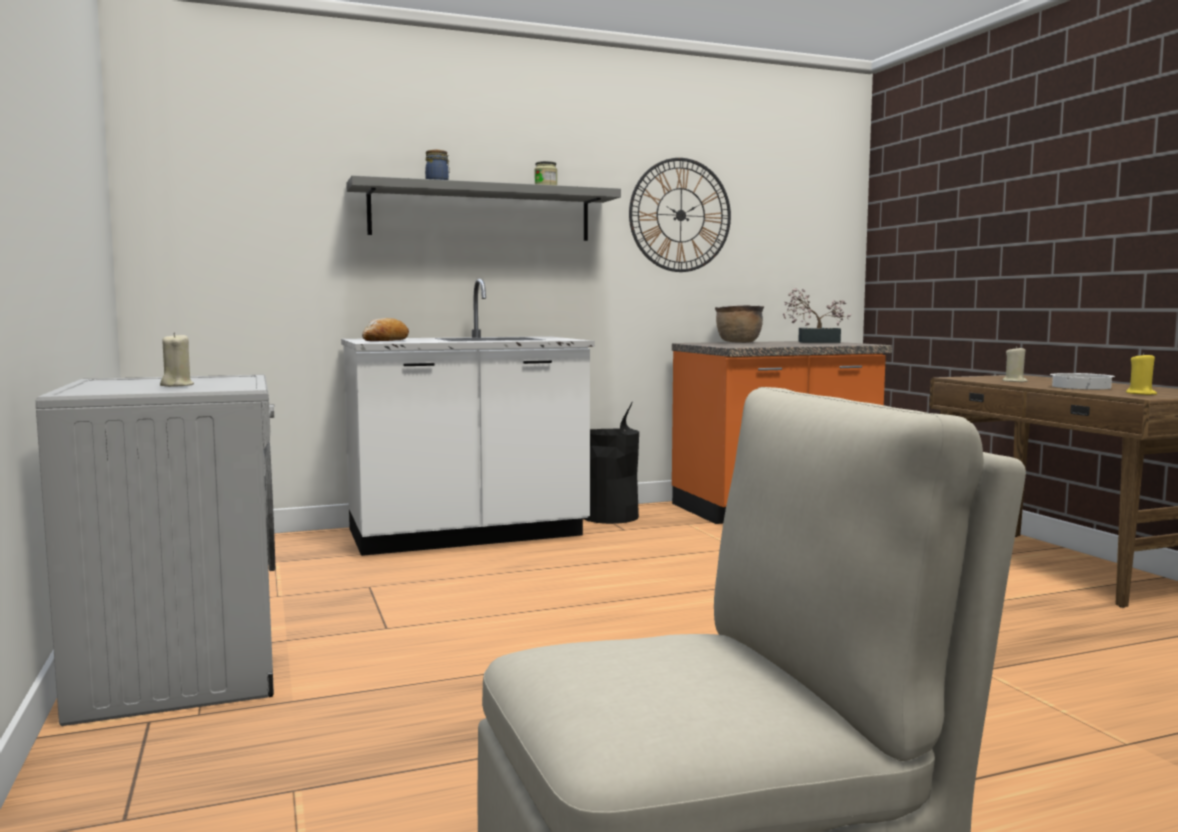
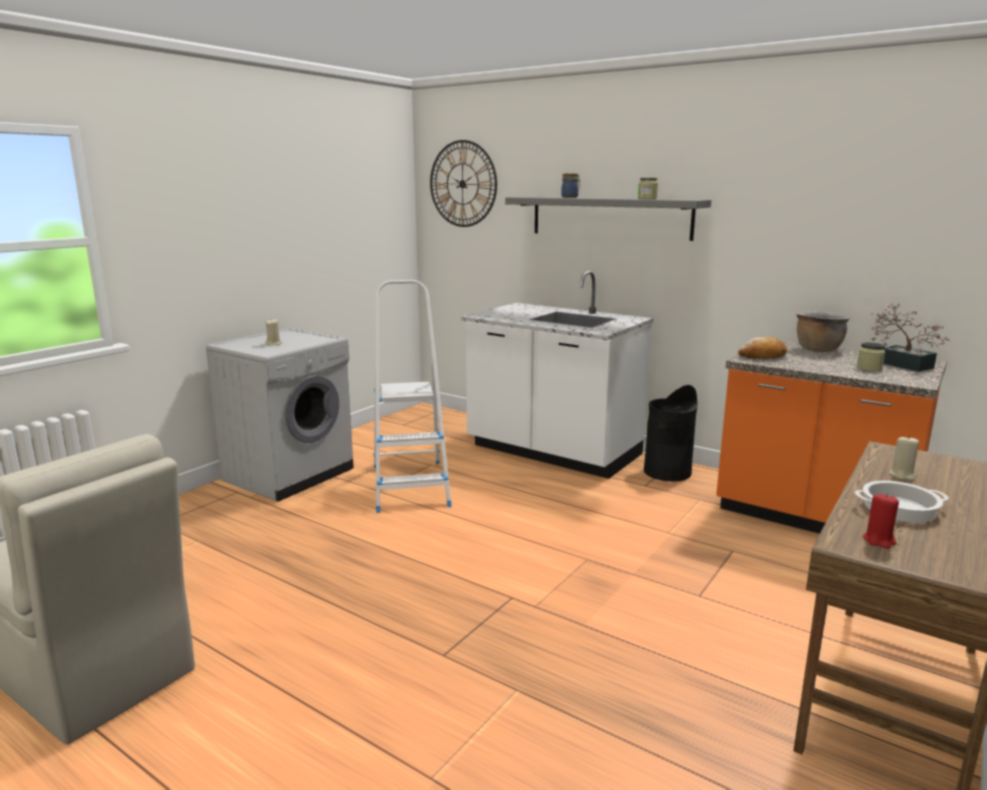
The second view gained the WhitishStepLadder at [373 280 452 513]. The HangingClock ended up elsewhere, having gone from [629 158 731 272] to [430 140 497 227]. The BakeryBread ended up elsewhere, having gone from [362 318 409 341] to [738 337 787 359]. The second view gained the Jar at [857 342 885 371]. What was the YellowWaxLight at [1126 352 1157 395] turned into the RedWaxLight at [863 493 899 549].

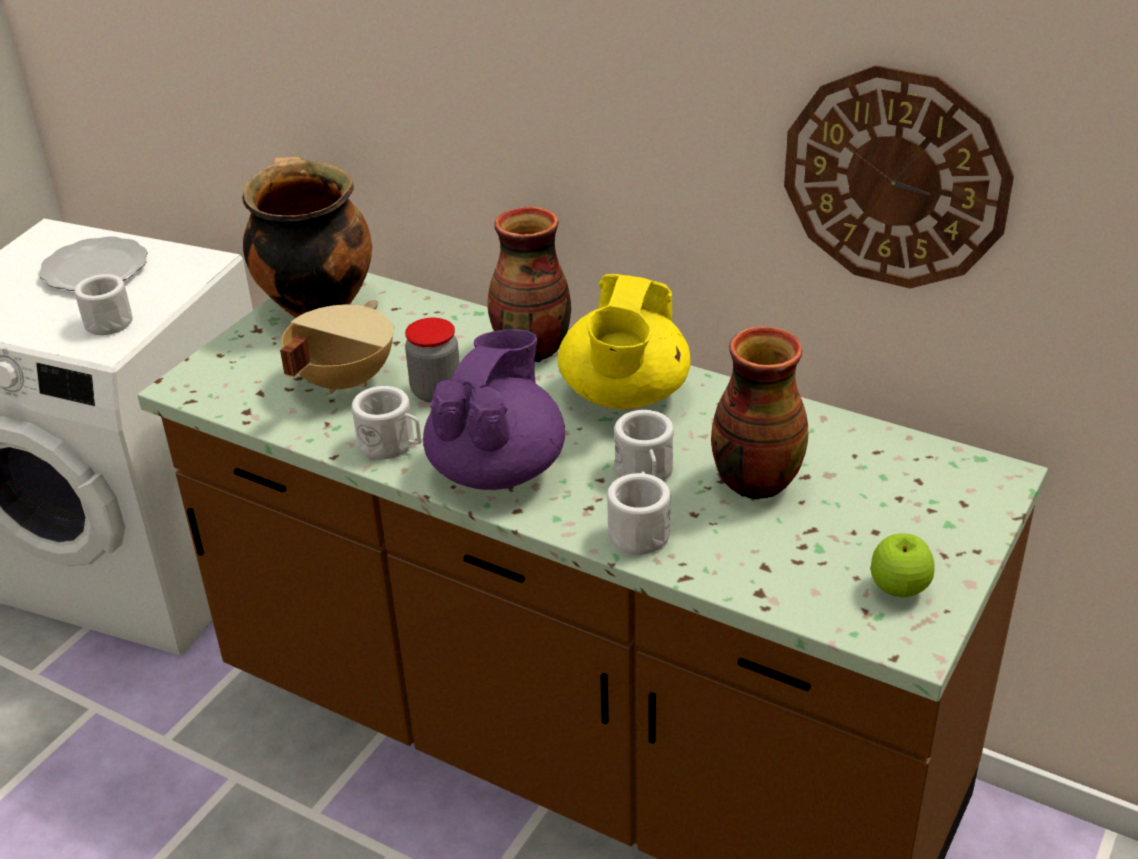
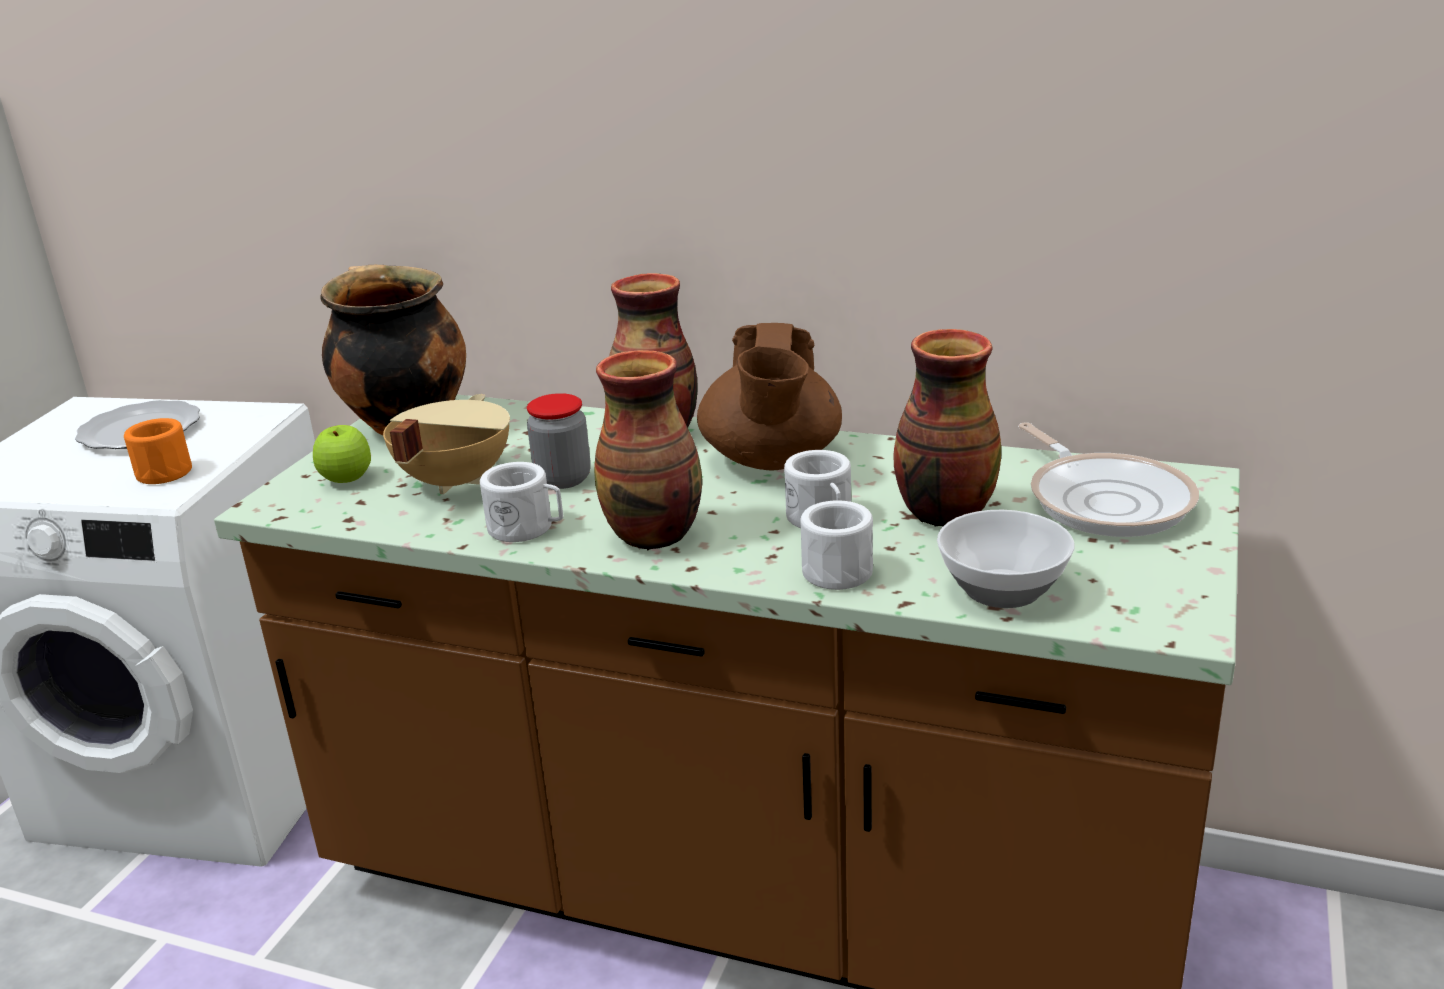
What was the WhitishMug at [75 274 133 335] turned into the OrangeColouredMug at [124 418 192 484]. The WholeApple ended up elsewhere, having gone from [871 533 935 597] to [313 425 371 483]. Where the PurplishPotForTea stood at [423 329 565 490], the FlowerVase came to stand at [594 350 703 551]. What was the YellowPotForTea at [558 274 690 409] turned into the BrownColouredPotForTea at [697 323 842 470]. The second view gained the Bowl at [937 510 1074 608]. The second view gained the Pan at [1018 422 1199 537]. The second view lost the HangingClock at [784 65 1014 288].

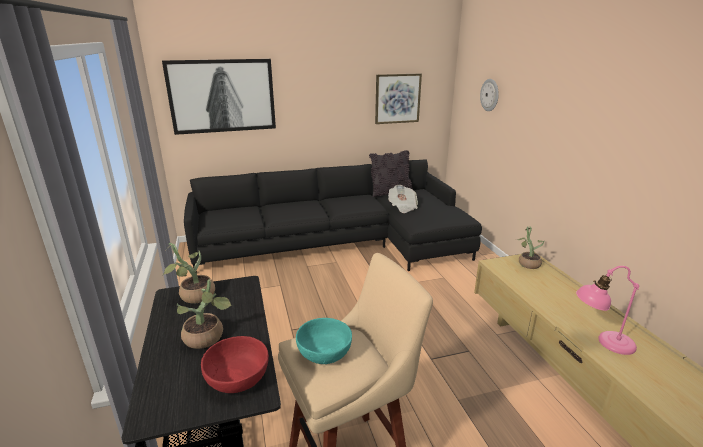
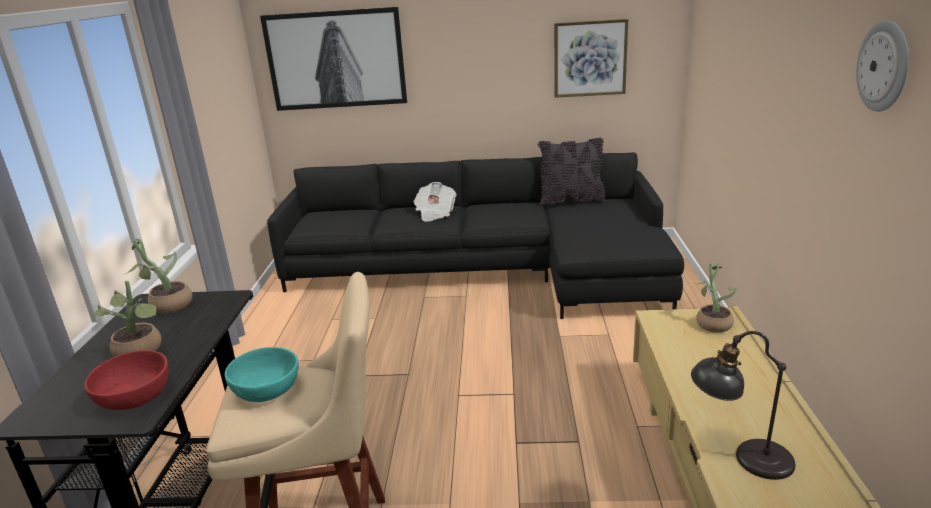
The Newspaper ended up elsewhere, having gone from [388 185 418 213] to [414 182 456 222]. What was the PinkishTableLamp at [576 266 639 355] turned into the GrayTableLamp at [691 331 795 480]. The HangingClock ended up elsewhere, having gone from [480 79 499 111] to [856 21 909 112].

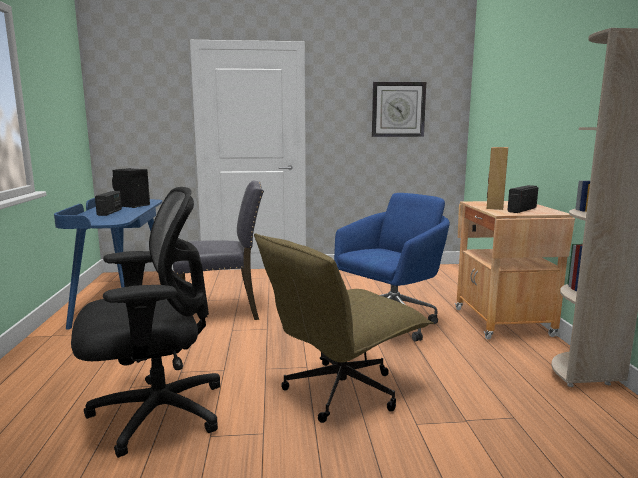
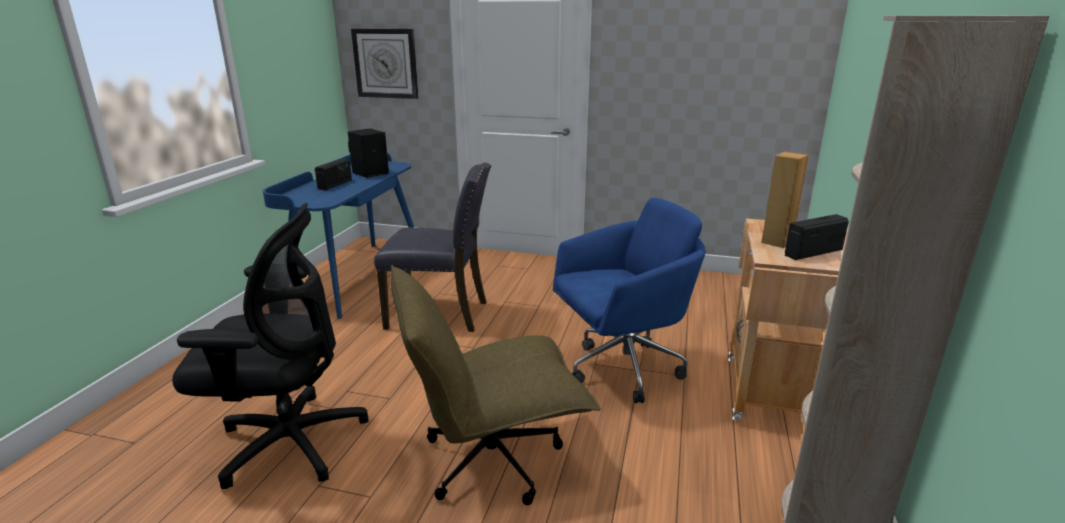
The HangingClock ended up elsewhere, having gone from [372 82 426 137] to [351 28 418 99].

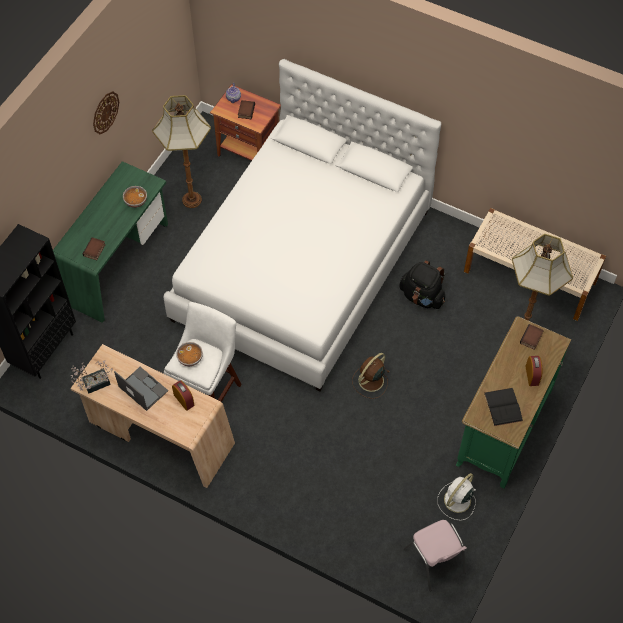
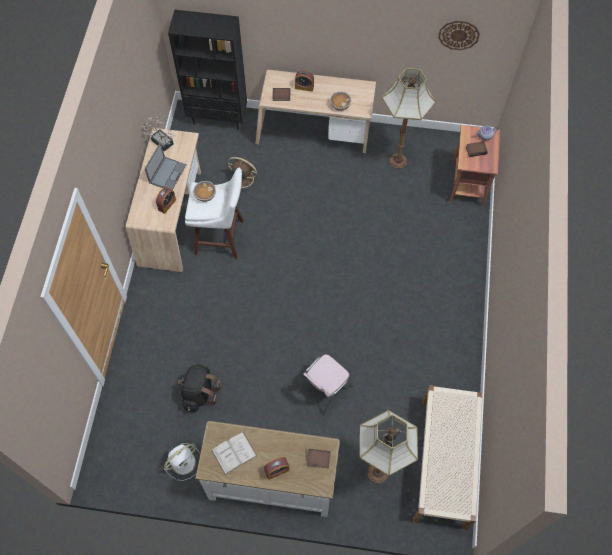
The WhitishElectricFan at [437 473 476 520] ended up facing another way, 120 degrees clockwise from before. The BlackishKnapsack ended up elsewhere, having gone from [399 260 445 309] to [178 364 222 412]. What was the GreenishDrawerChest at [456 316 572 488] turned into the WhitishDrawerChest at [195 421 340 517]. What was the BlackishBook at [484 388 523 426] turned into the WhitishBook at [211 432 257 475]. The BrownColouredElectricFan ended up elsewhere, having gone from [352 353 389 399] to [227 157 259 191]. What was the GreenishDeskUnit at [53 161 168 323] turned into the BeigeDeskUnit at [256 70 376 153]. The second view gained the BedsideClock at [295 70 314 92]. The PinkishUprightChair ended up elsewhere, having gone from [404 520 467 591] to [298 355 354 416]. The HangingClock ended up elsewhere, having gone from [93 91 119 134] to [438 21 480 50]. The second view lost the WhitishBed at [163 59 441 392].

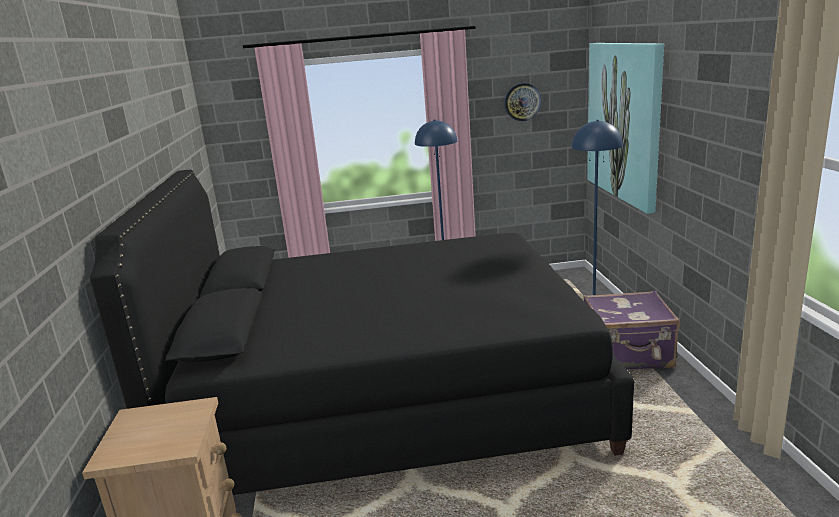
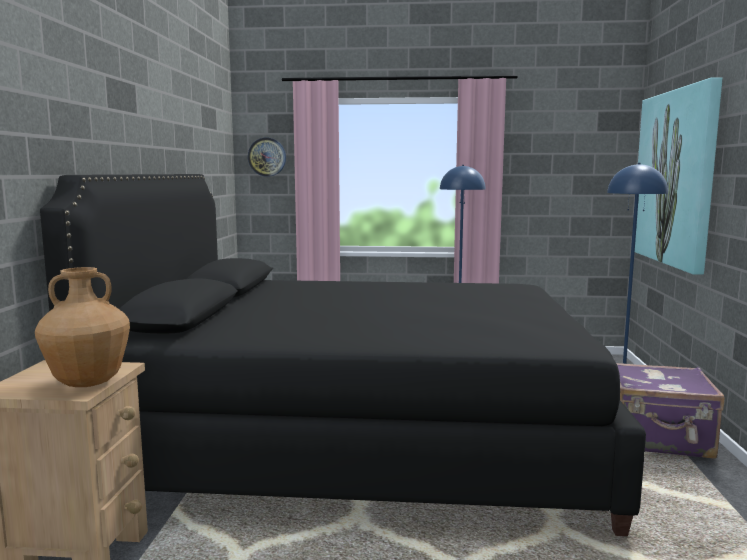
The second view gained the BrownColouredFlowerVase at [35 267 130 387]. The HangingClock ended up elsewhere, having gone from [505 83 541 121] to [248 138 286 177].

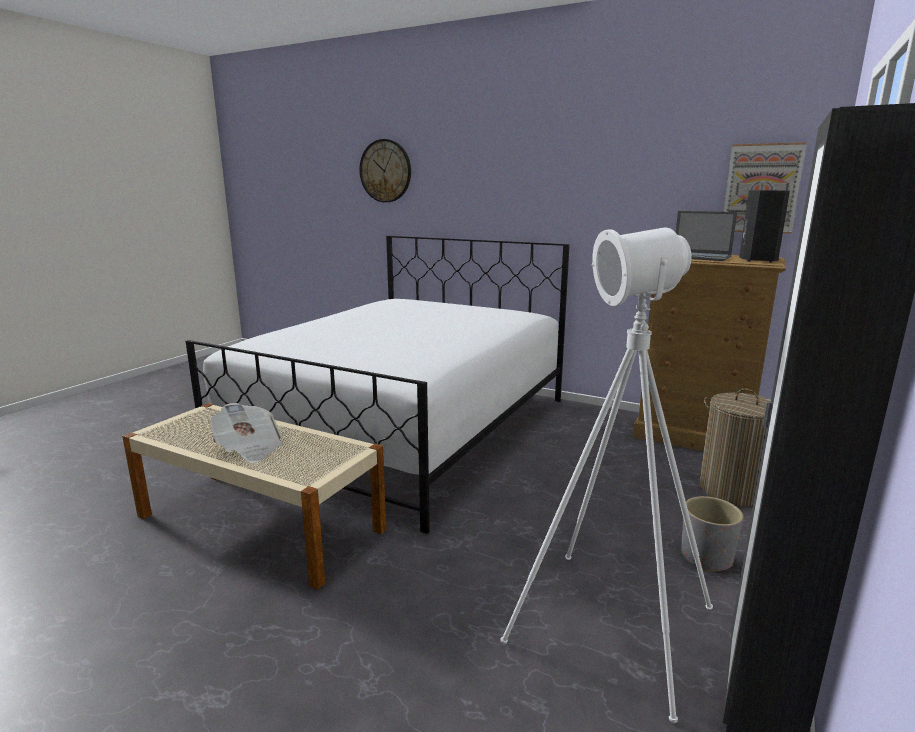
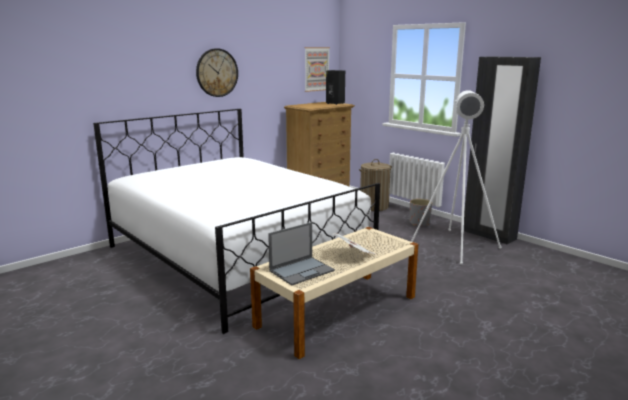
The HangingClock ended up elsewhere, having gone from [359 139 411 202] to [196 48 238 97]. The PortableComputer ended up elsewhere, having gone from [676 211 737 261] to [268 222 335 285].

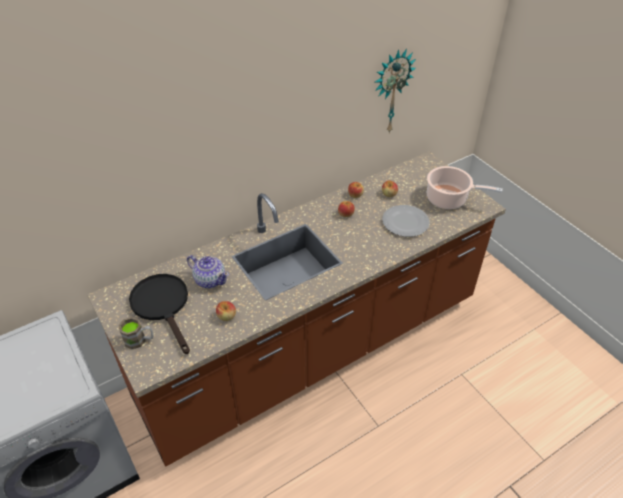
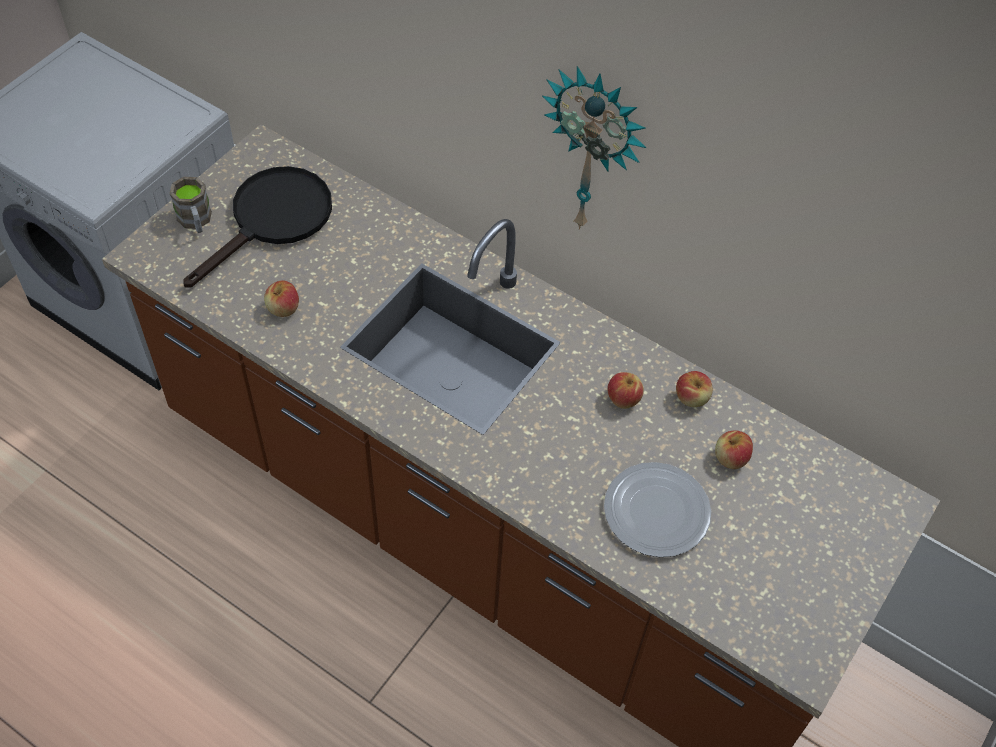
The HangingClock ended up elsewhere, having gone from [375 49 416 133] to [542 66 647 230]. The second view lost the PotForTea at [187 255 229 288]. The second view lost the Saucepot at [427 166 503 209].

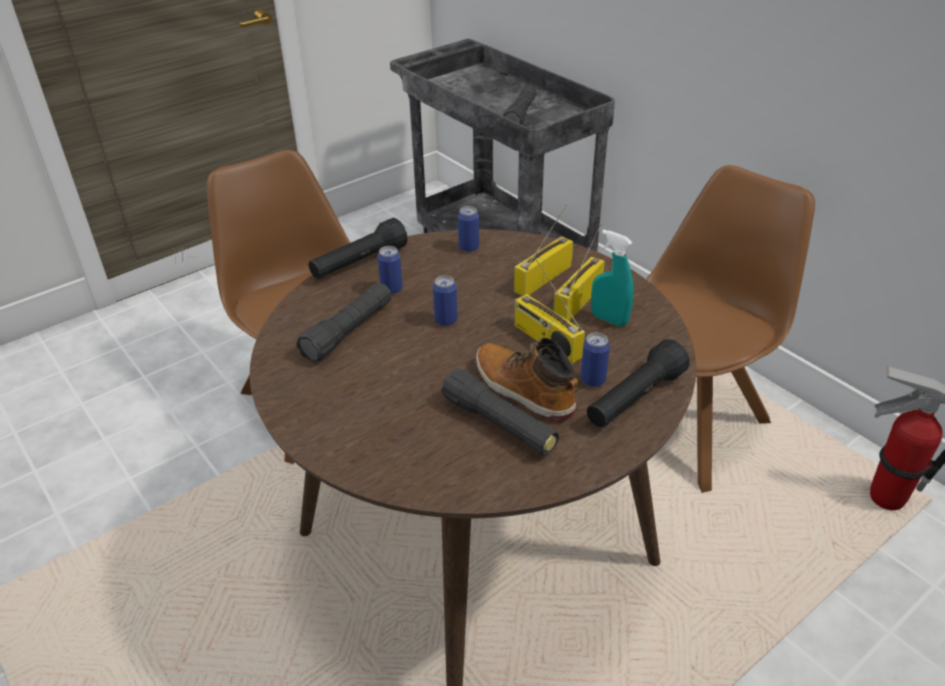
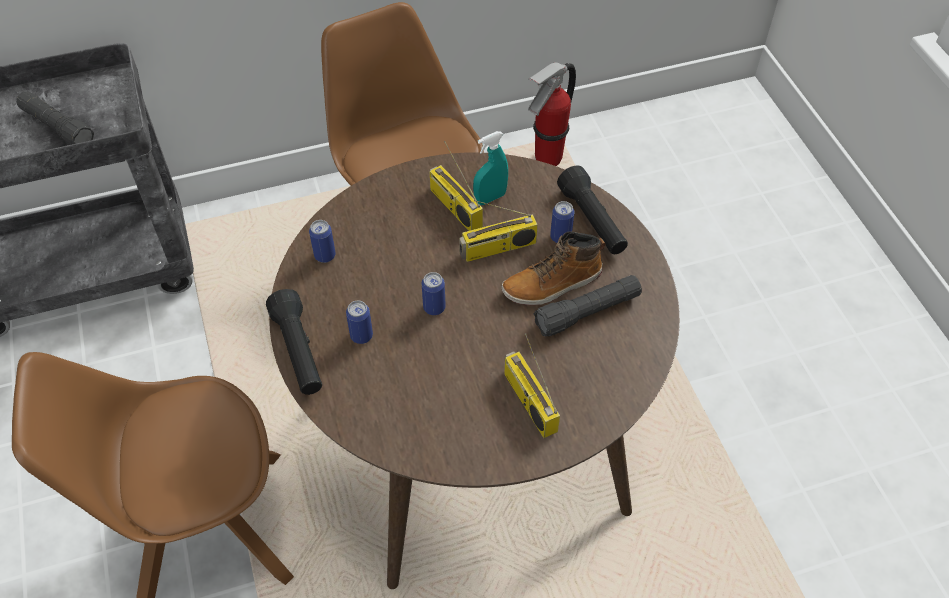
The RadioSet ended up elsewhere, having gone from [514 204 573 296] to [504 333 560 438]. The second view lost the BlackishFlashlight at [297 283 392 363].

